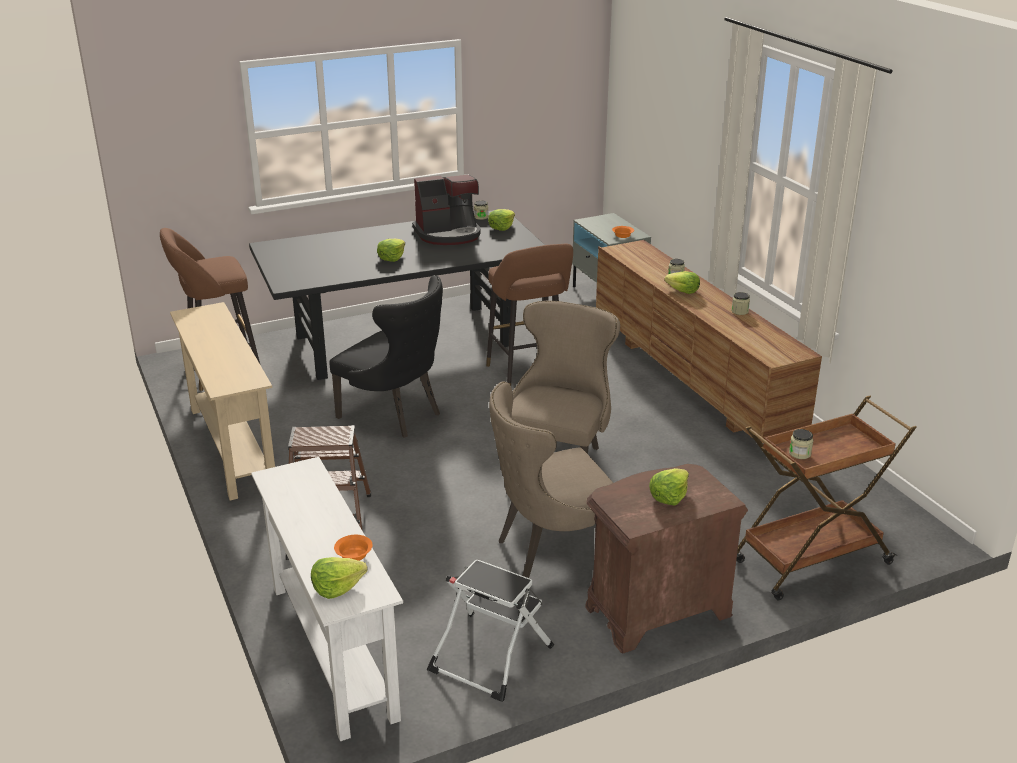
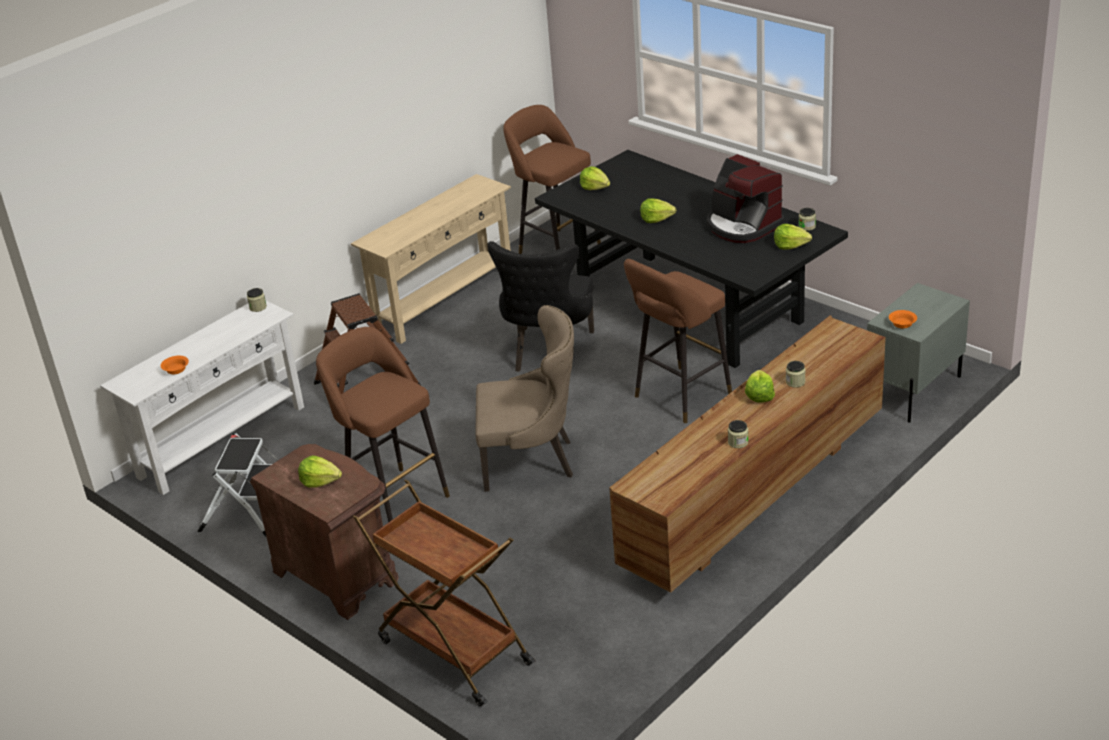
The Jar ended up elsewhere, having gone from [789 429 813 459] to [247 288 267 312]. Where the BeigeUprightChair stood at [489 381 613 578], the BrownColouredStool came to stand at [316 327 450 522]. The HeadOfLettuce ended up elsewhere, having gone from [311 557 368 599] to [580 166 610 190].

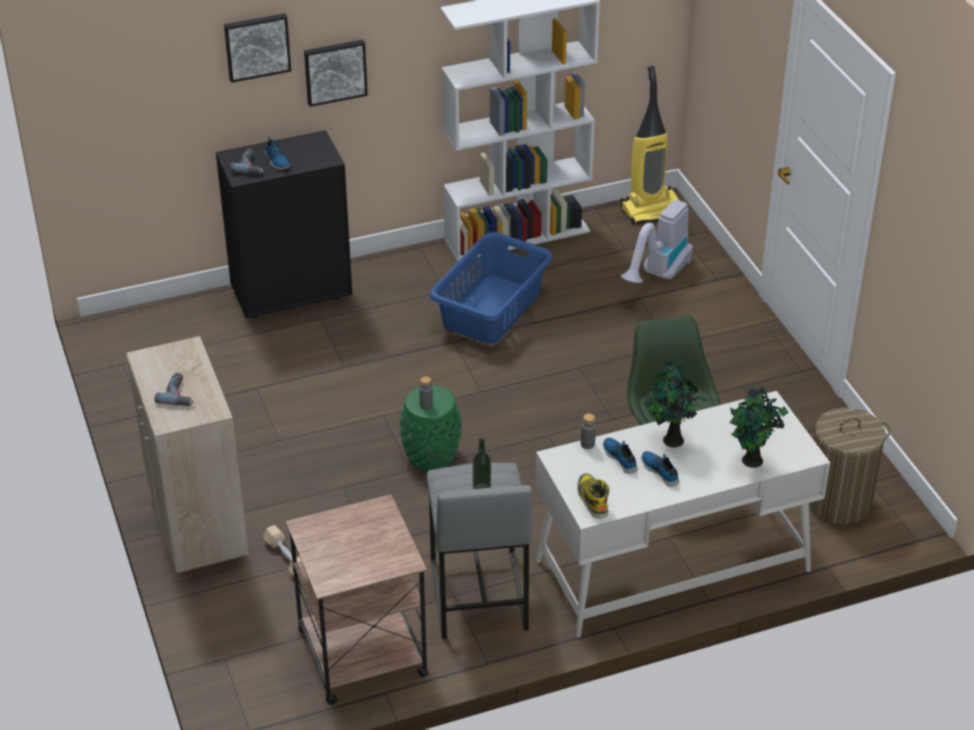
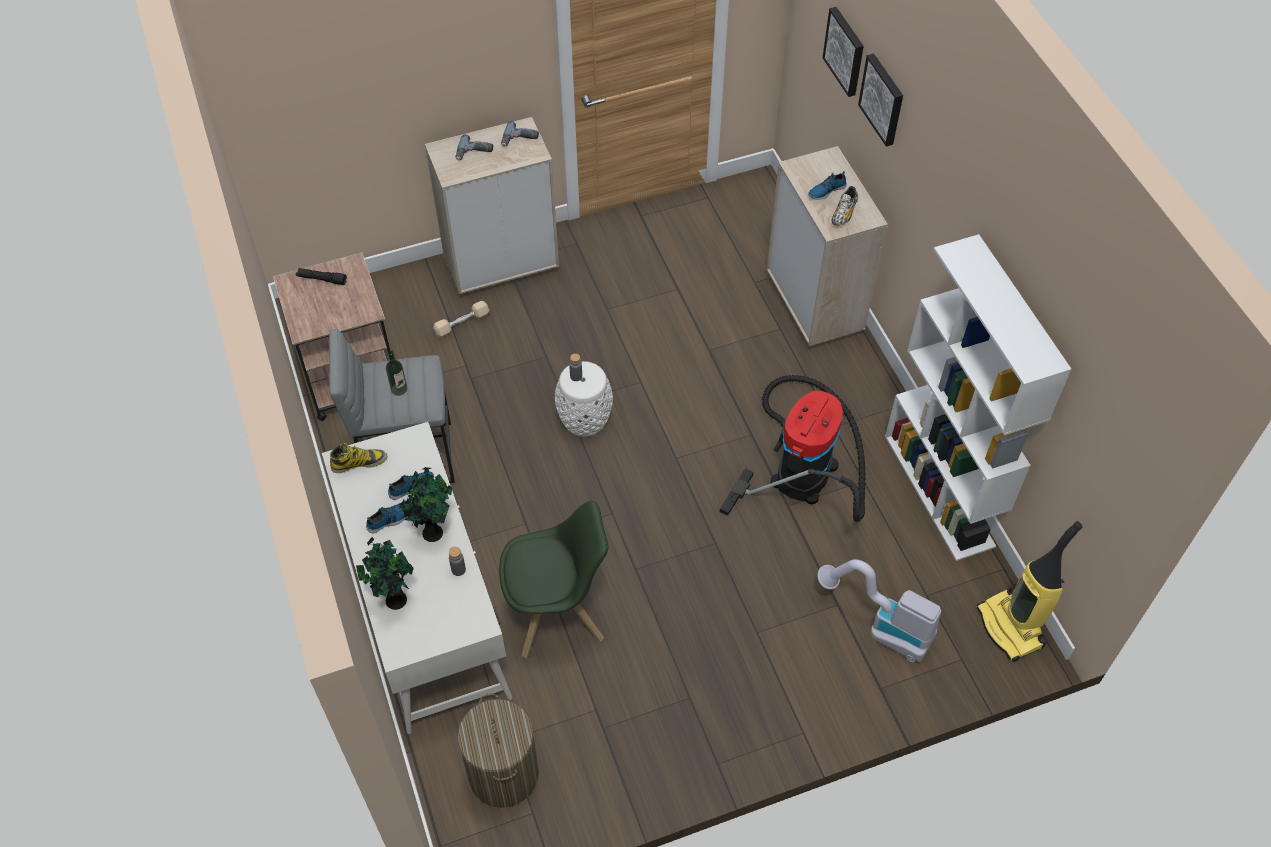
The second view gained the BlackishFlashlight at [296 268 347 285]. The GrayBottle ended up elsewhere, having gone from [581 413 596 449] to [449 547 466 576]. The PowerDrill ended up elsewhere, having gone from [230 148 263 174] to [501 121 539 147]. What was the GreenishStool at [400 385 462 471] turned into the WhitishStool at [555 361 613 437]. Where the BlueColouredWashingBasket stood at [430 232 553 344], the Hoover came to stand at [720 375 866 522]. What was the BlackishStorageCabinet at [216 130 353 319] turned into the BeigeStorageCabinet at [766 146 888 346]. The WallPicture ended up elsewhere, having gone from [304 40 368 107] to [823 7 864 97]. The second view gained the LowShoe at [832 186 858 226].

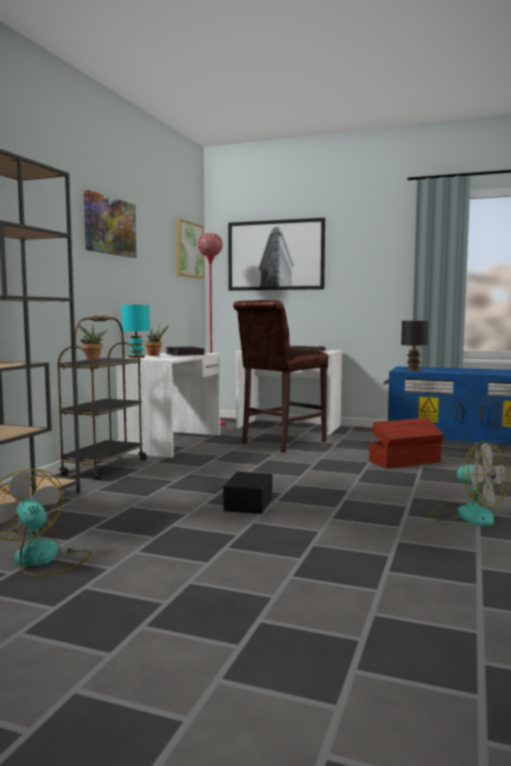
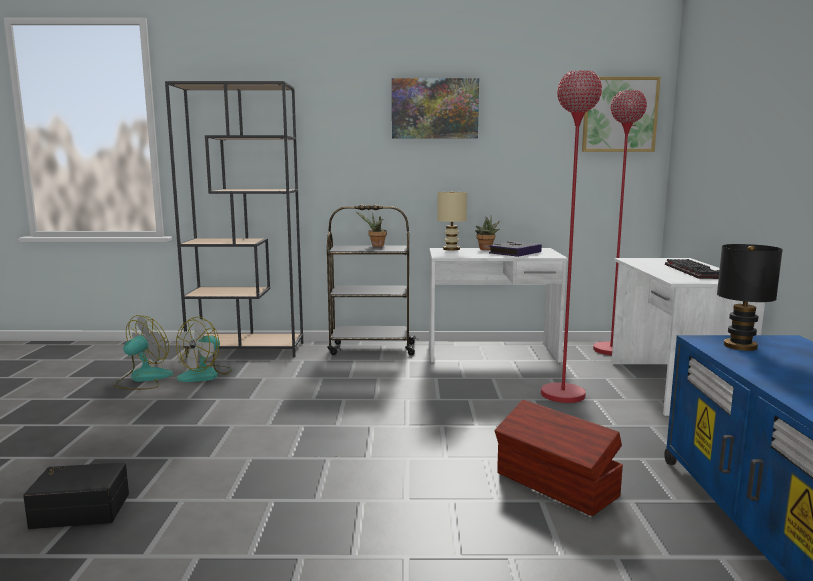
The BlackishStorageBin ended up elsewhere, having gone from [223 472 272 514] to [23 462 129 529]. The ElectricFan ended up elsewhere, having gone from [430 441 509 527] to [176 317 232 382]. What was the TurquoiseTableLamp at [122 304 150 358] turned into the BeigeTableLamp at [437 192 467 250]. Where the BrownColouredStool stood at [233 300 328 452], the RedStandardLamp came to stand at [541 70 602 403]. The second view lost the WallPicture at [228 218 325 291].

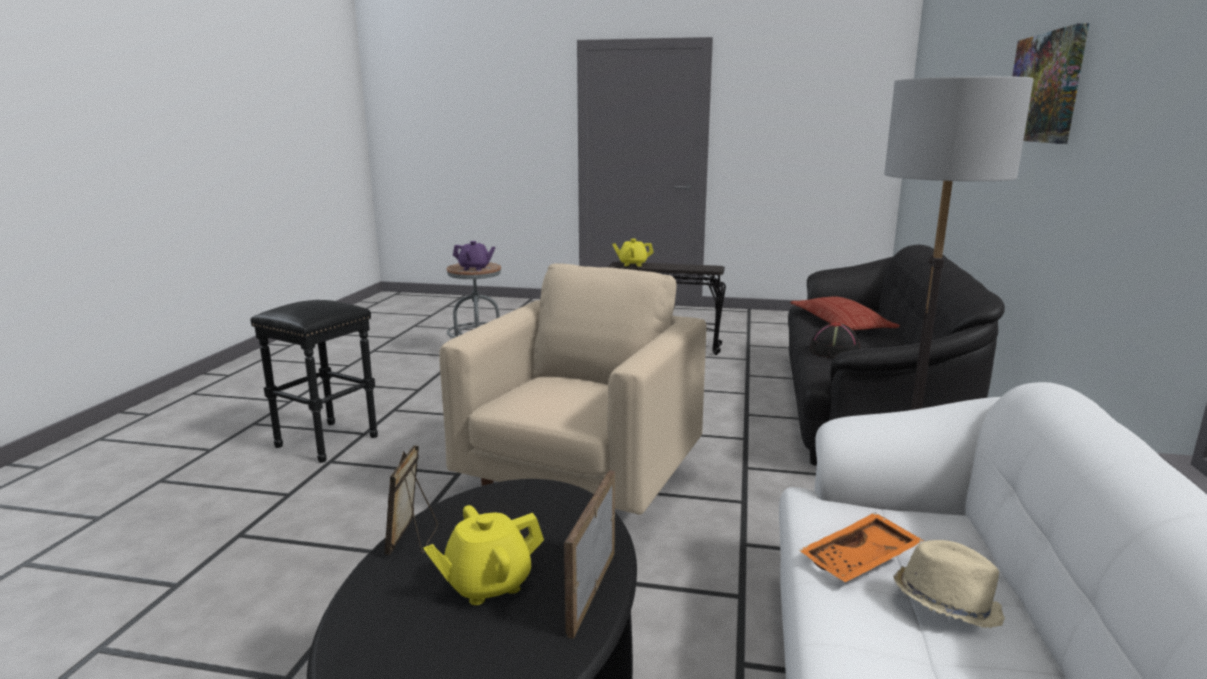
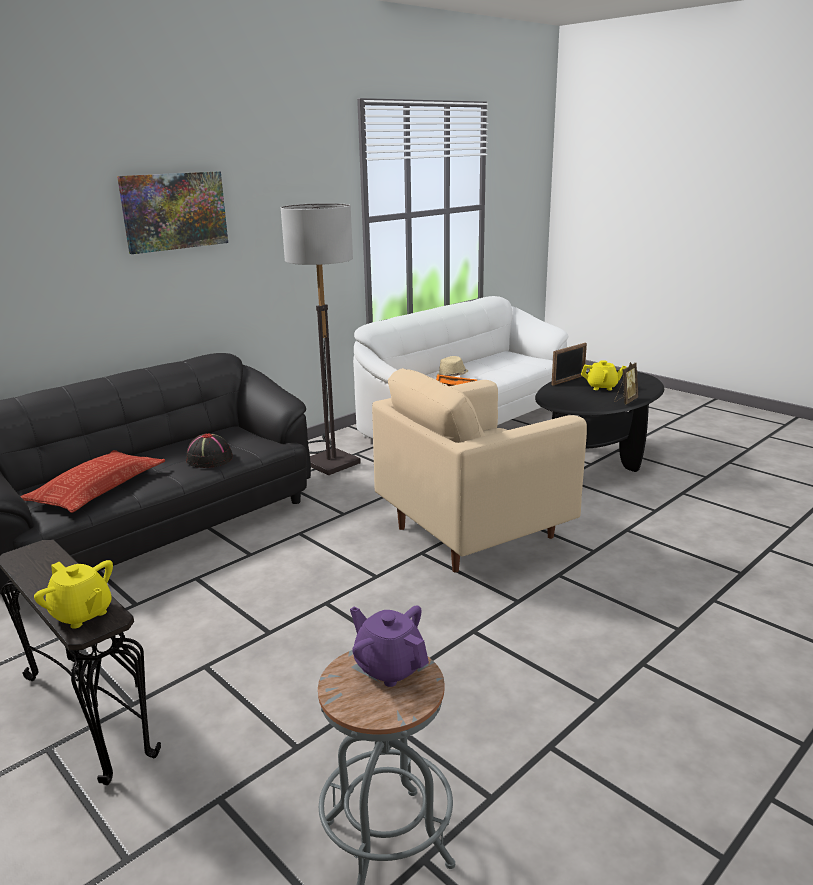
The second view lost the BlackishStool at [251 300 378 463].

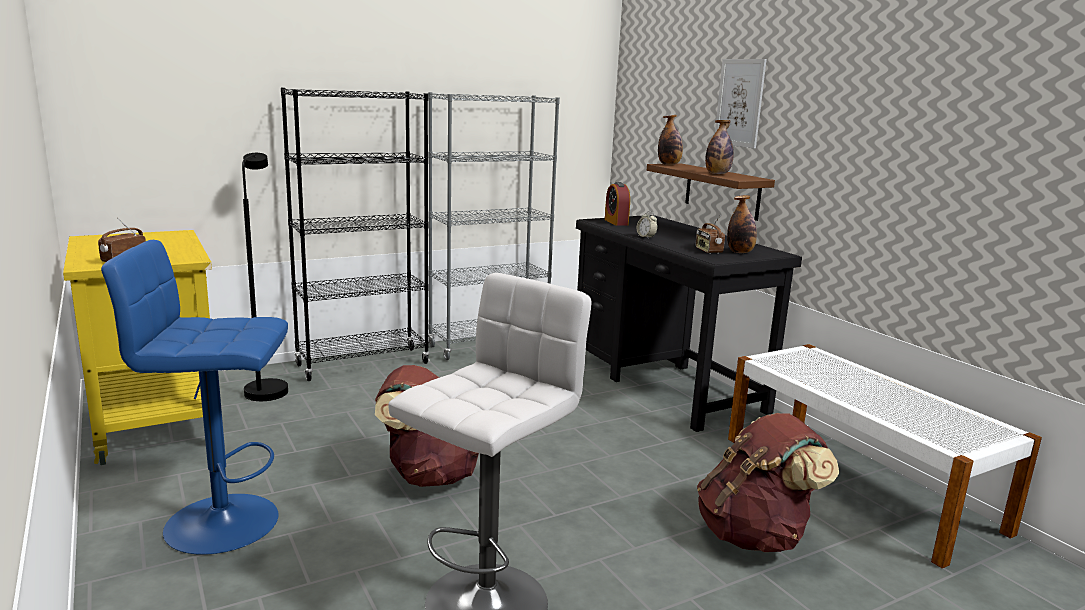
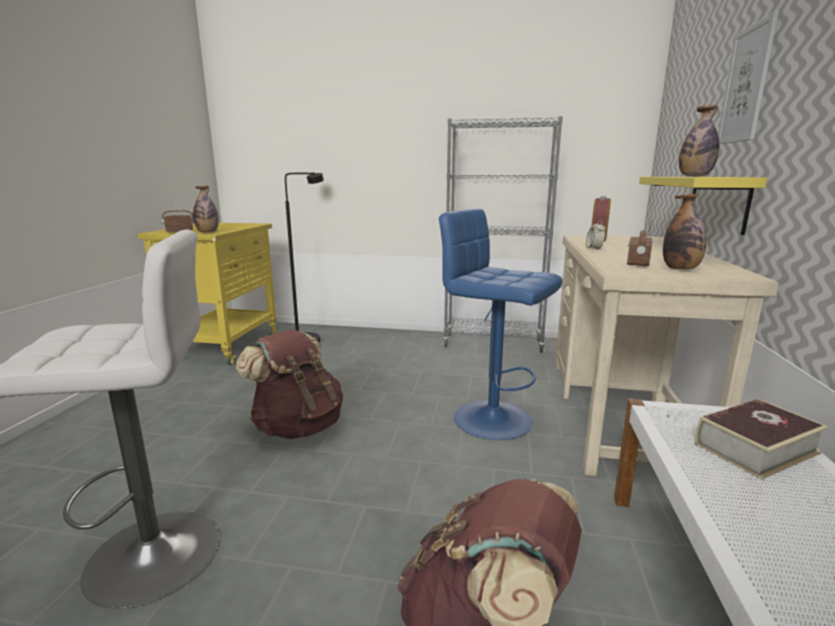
The Bottle ended up elsewhere, having gone from [658 115 683 165] to [193 186 219 232]. The BlueColouredStool ended up elsewhere, having gone from [101 240 288 555] to [439 208 563 440]. What was the BlackishDeskUnit at [576 215 802 432] turned into the BeigeDeskUnit at [555 235 779 487]. What was the BrownColouredShelf at [647 163 775 221] turned into the YellowShelf at [639 177 767 235]. The second view gained the Book at [695 399 828 480]. The second view lost the BlackishBookshelf at [281 88 430 381].

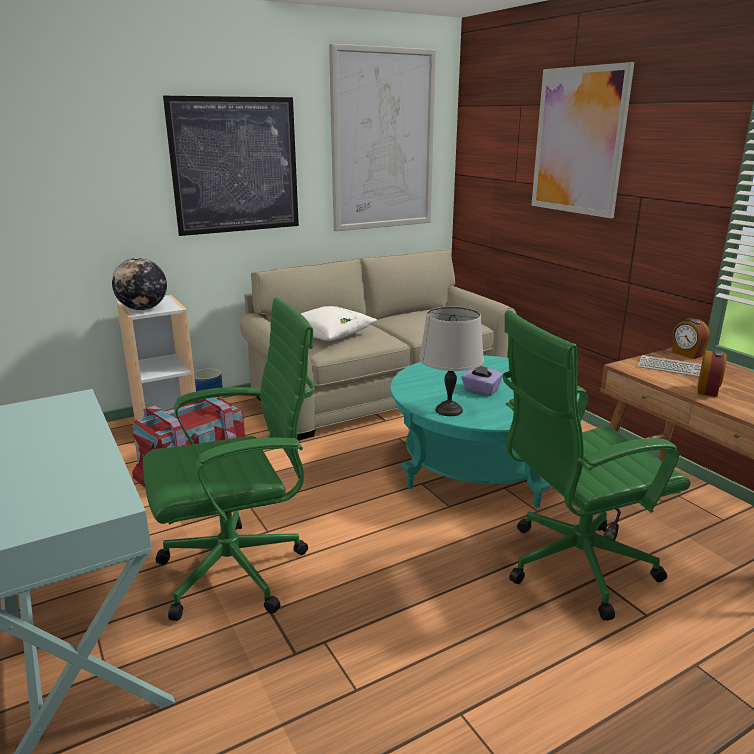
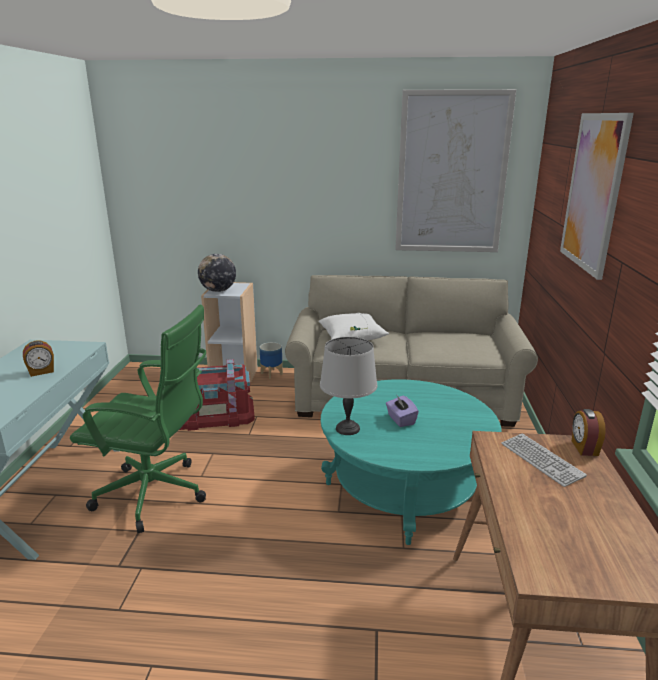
The BedsideClock ended up elsewhere, having gone from [698 349 727 397] to [23 341 54 377]. The second view lost the WallPicture at [163 96 299 236]. The second view lost the GreenishComputerChair at [503 310 691 621].

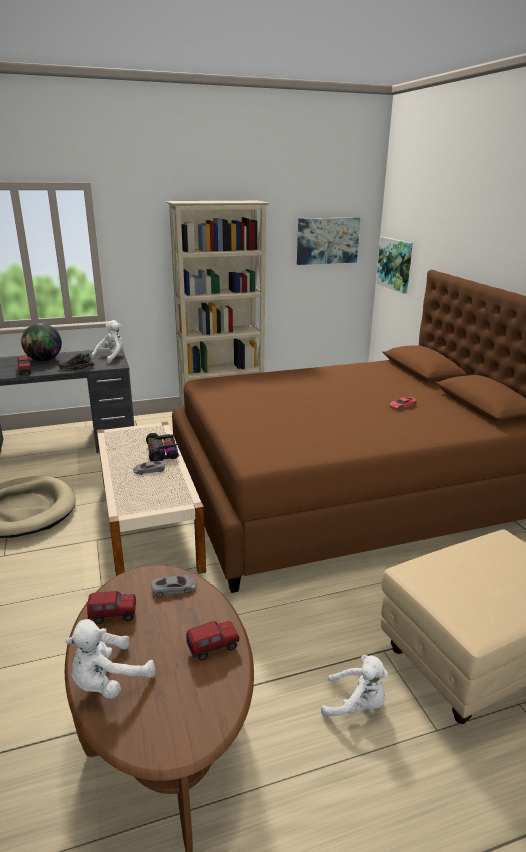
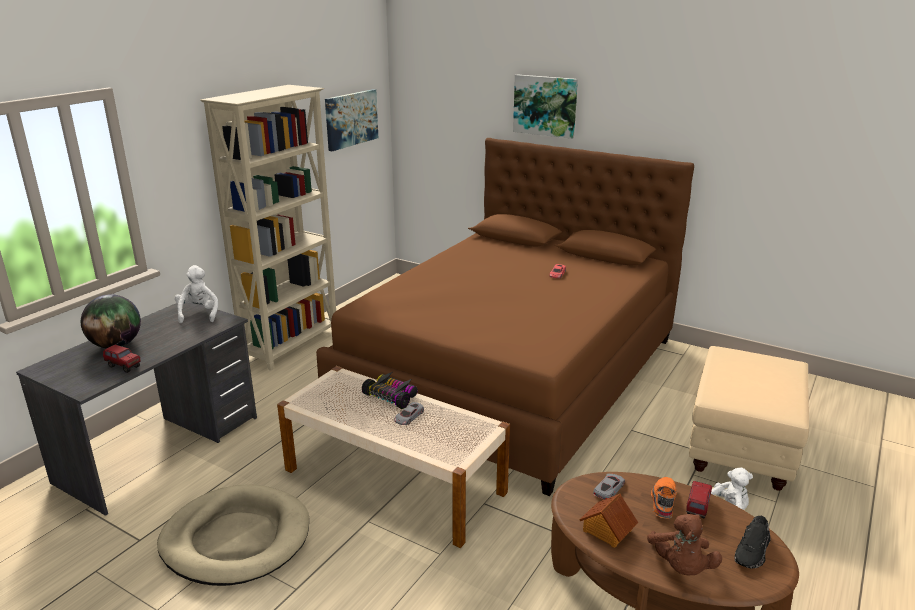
The WallPicture ended up elsewhere, having gone from [376 237 413 294] to [513 74 578 139]. Where the ModelTruck stood at [87 591 136 624], the MiniatureHouse came to stand at [579 494 638 548]. What was the WhitishPlushToy at [65 619 155 699] turned into the BrownColouredPlushToy at [647 514 722 576]. The second view gained the OrangeColouredLowShoe at [651 477 677 519]. The BlackishLowShoe ended up elsewhere, having gone from [58 353 95 371] to [735 516 771 569].

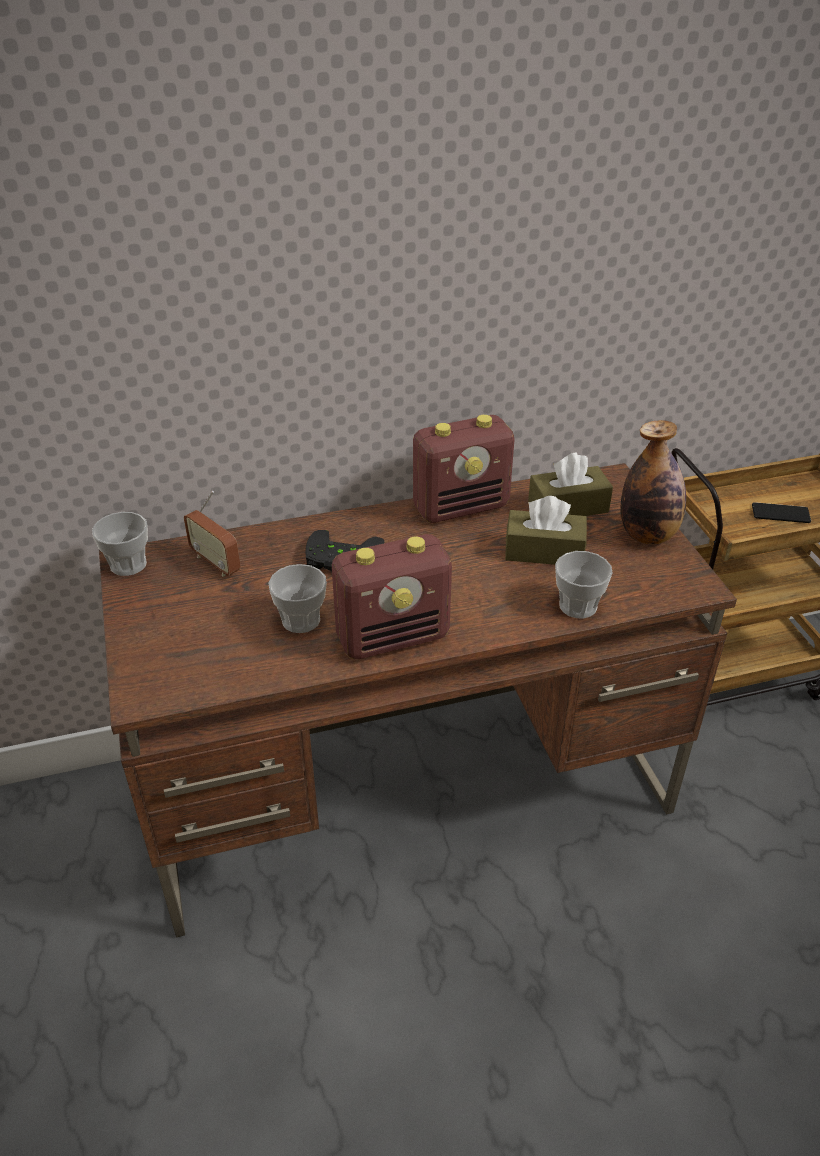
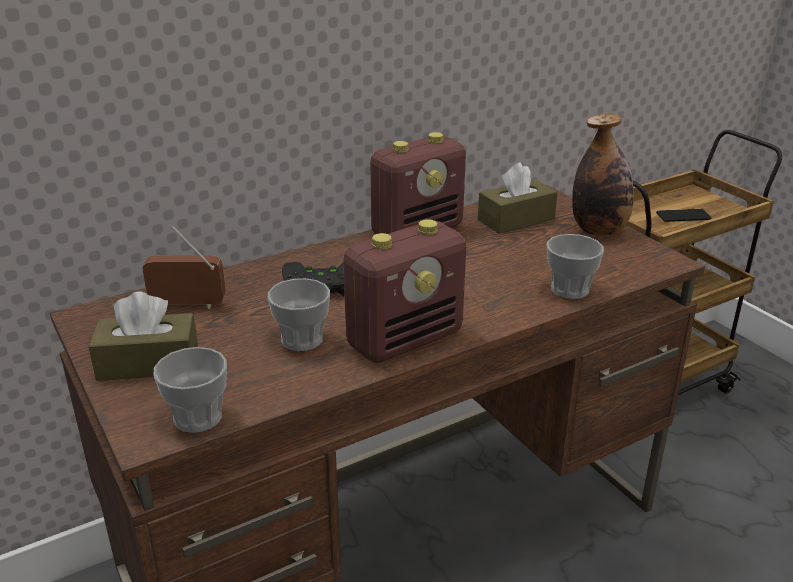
The BrownColouredBoxOfTissues ended up elsewhere, having gone from [505 496 587 565] to [88 292 198 381]. The RadioSet at [184 491 241 577] ended up facing another way, 150 degrees clockwise from before. The DrinkingCup ended up elsewhere, having gone from [92 512 148 576] to [153 347 227 433].

